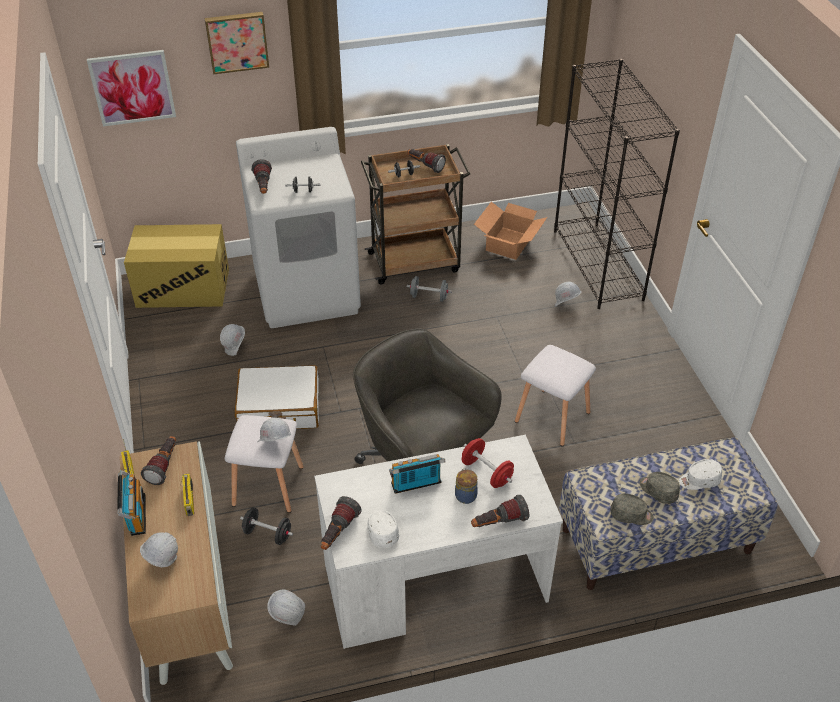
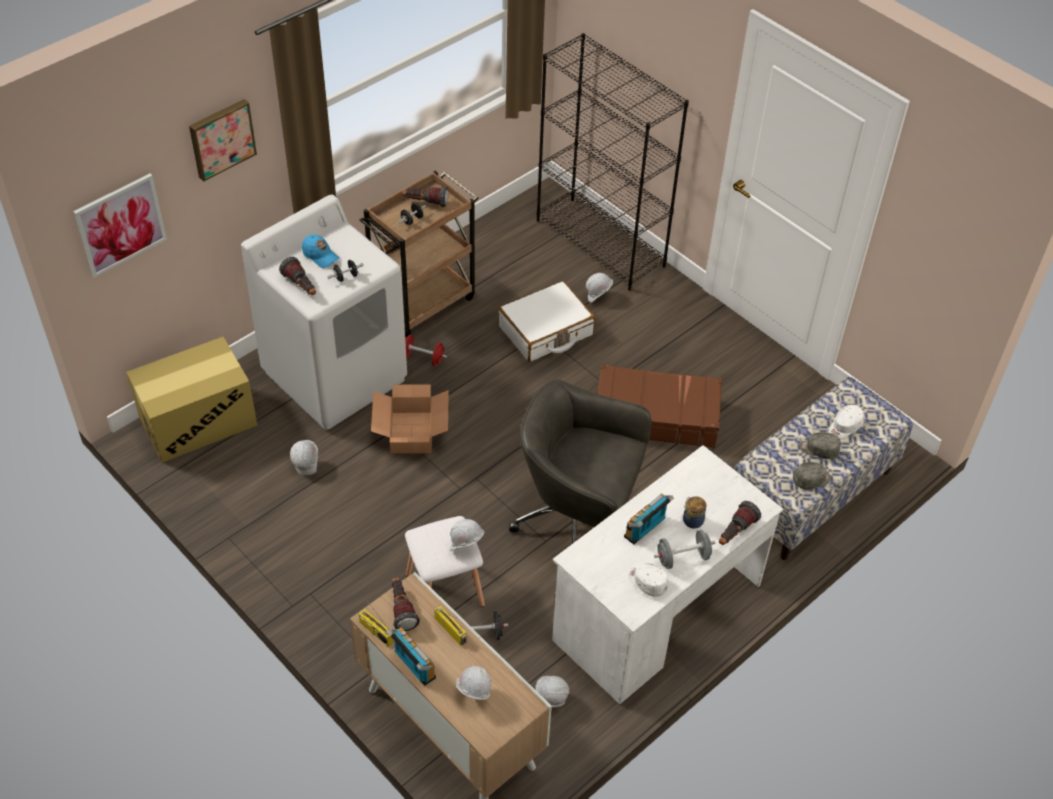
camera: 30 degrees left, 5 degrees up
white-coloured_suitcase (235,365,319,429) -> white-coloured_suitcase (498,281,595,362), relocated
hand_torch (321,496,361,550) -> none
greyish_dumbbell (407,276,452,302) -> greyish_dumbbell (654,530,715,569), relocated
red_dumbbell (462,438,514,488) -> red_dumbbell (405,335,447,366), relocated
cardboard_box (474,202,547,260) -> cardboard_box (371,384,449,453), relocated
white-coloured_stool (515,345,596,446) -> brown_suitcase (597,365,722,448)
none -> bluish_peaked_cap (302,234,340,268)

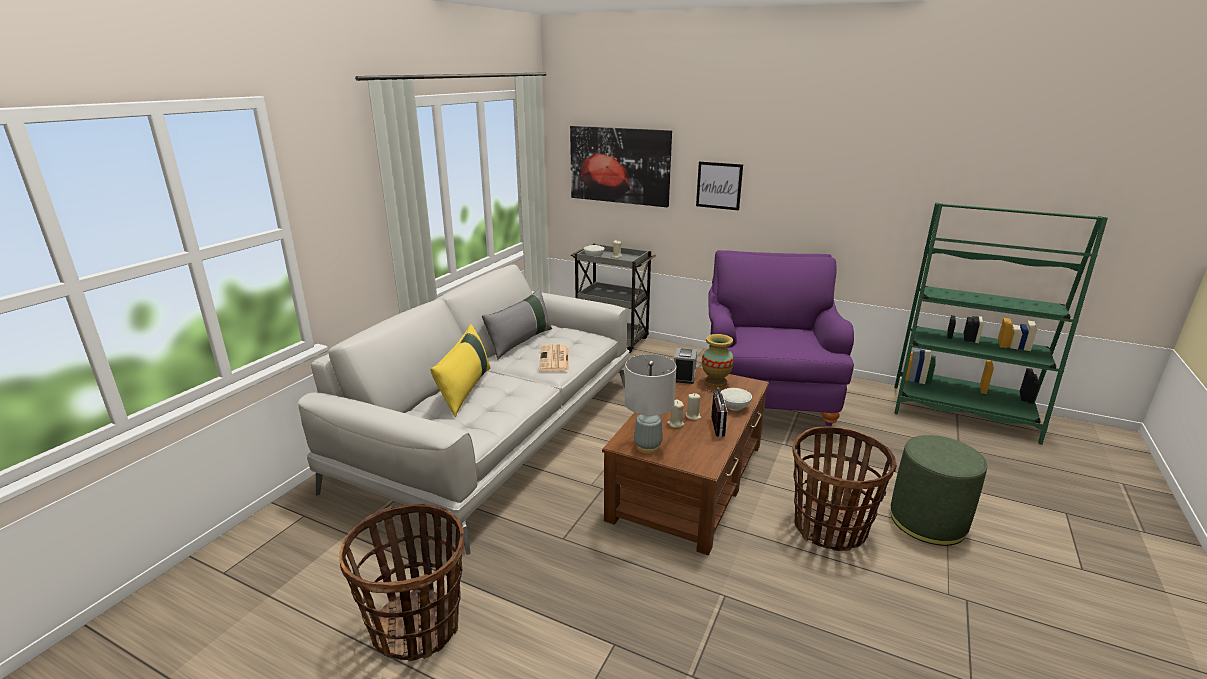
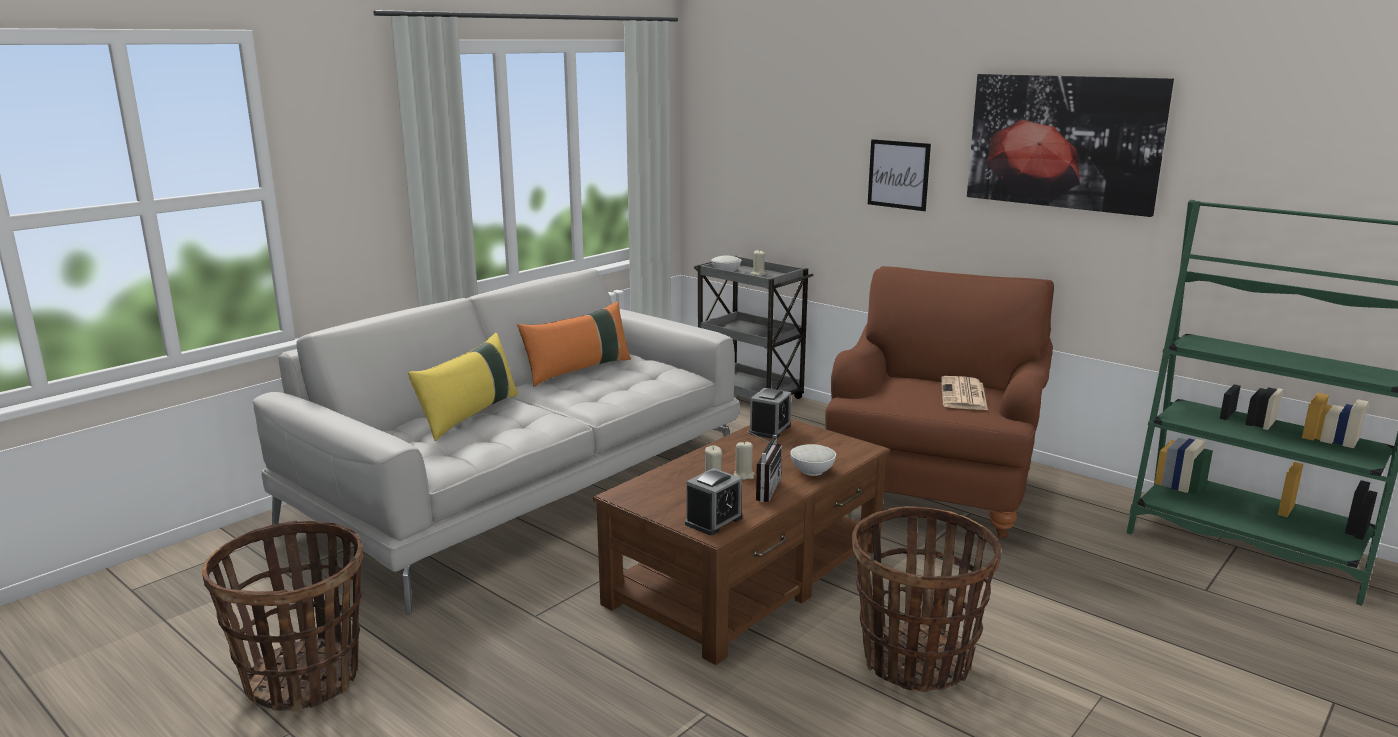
camera: 15 degrees right, 5 degrees down
greyish_cushion (482,288,552,360) -> orangey_cushion (517,301,631,387)
daily_paper (539,344,569,371) -> daily_paper (941,376,988,410), relocated
wall_art (570,126,672,207) -> wall_art (967,74,1174,217), relocated
greyish_lamp_for_a_table (625,354,676,454) -> none
flower_vase (702,334,734,388) -> none
purple_armchair (708,250,854,427) -> brown_armchair (825,266,1054,539)
green-coloured_footrest (891,435,987,546) -> none
none -> bedside_clock (685,468,743,535)

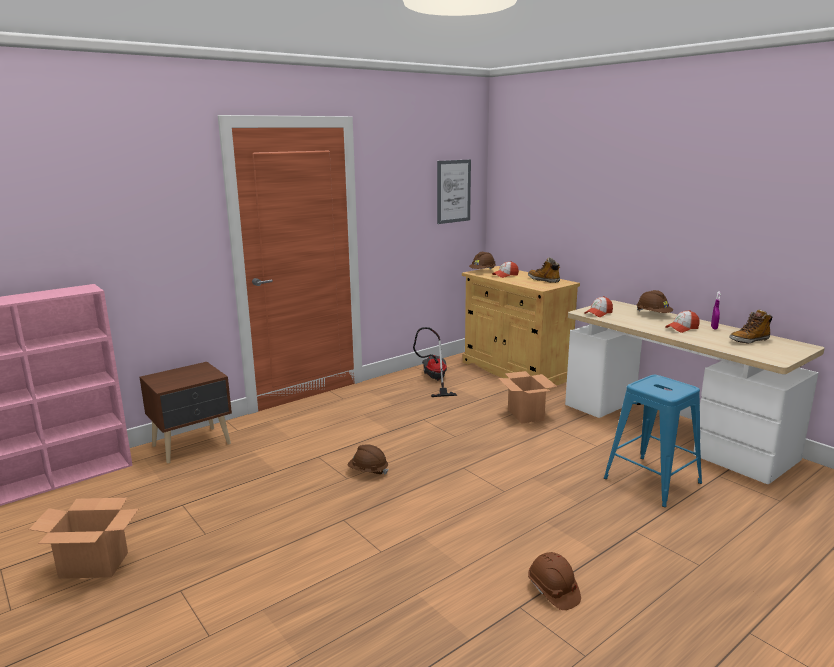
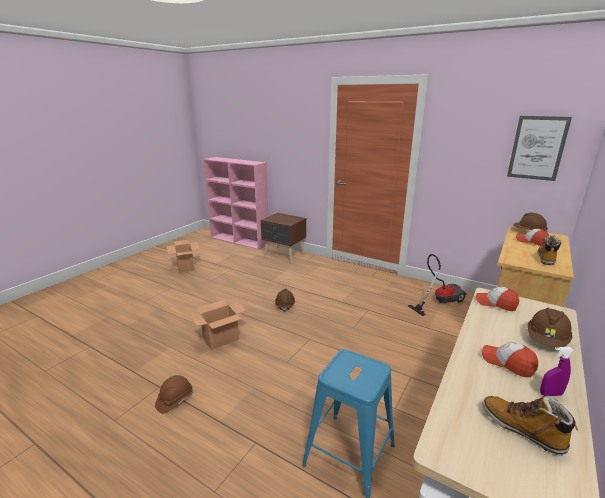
camera: 70 degrees right, 5 degrees up
cardboard_box (498,371,558,424) -> cardboard_box (190,300,247,350), relocated

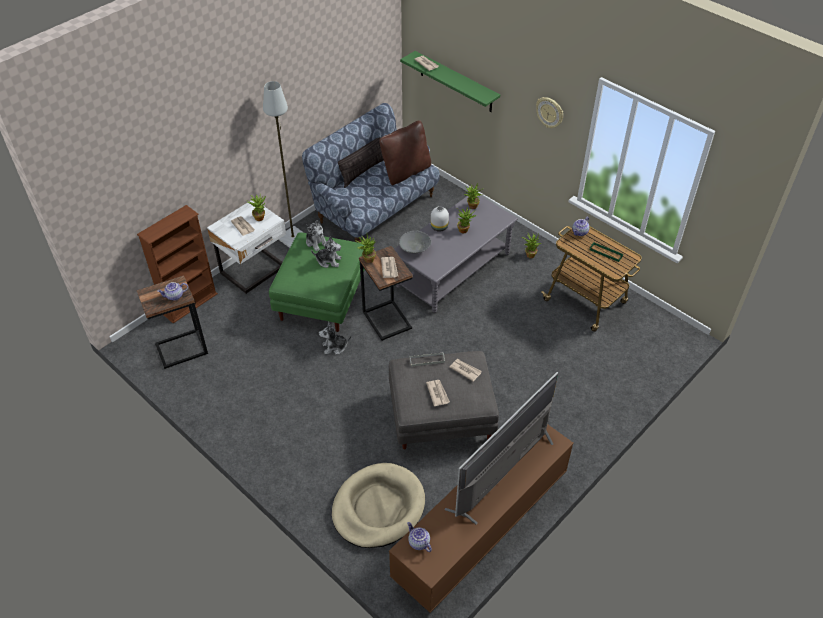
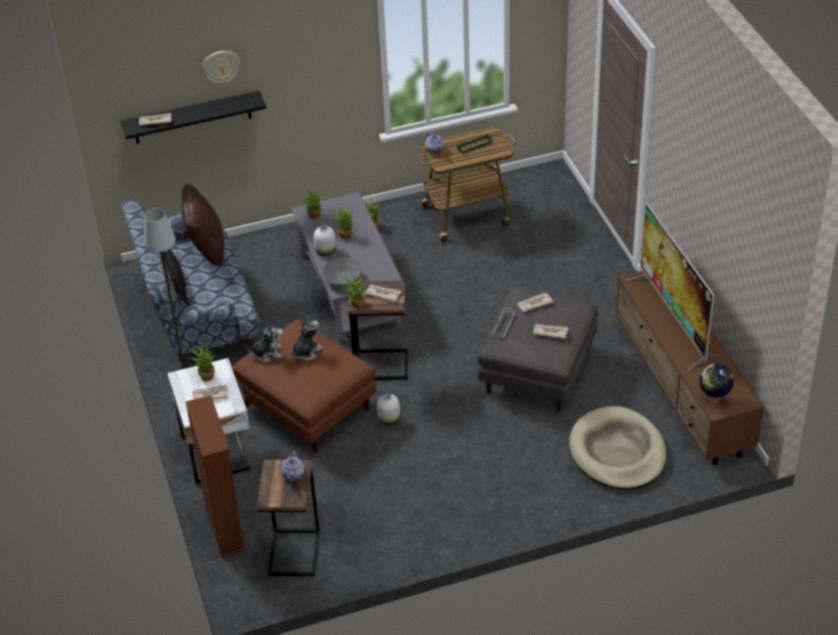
camera: 60 degrees left, 5 degrees down
green-coloured_footrest (269,232,365,332) -> brown_footrest (232,320,376,452)
cuddly_toy (319,322,351,355) -> white-coloured_flower_vase (377,394,400,425)
green-coloured_bracket_shelf (400,51,500,112) -> blackish_bracket_shelf (121,91,266,144)
pot_for_tea (407,522,432,552) -> world_globe (700,364,734,405)
wall_clock (536,97,563,128) -> wall_clock (202,51,240,85), relocated

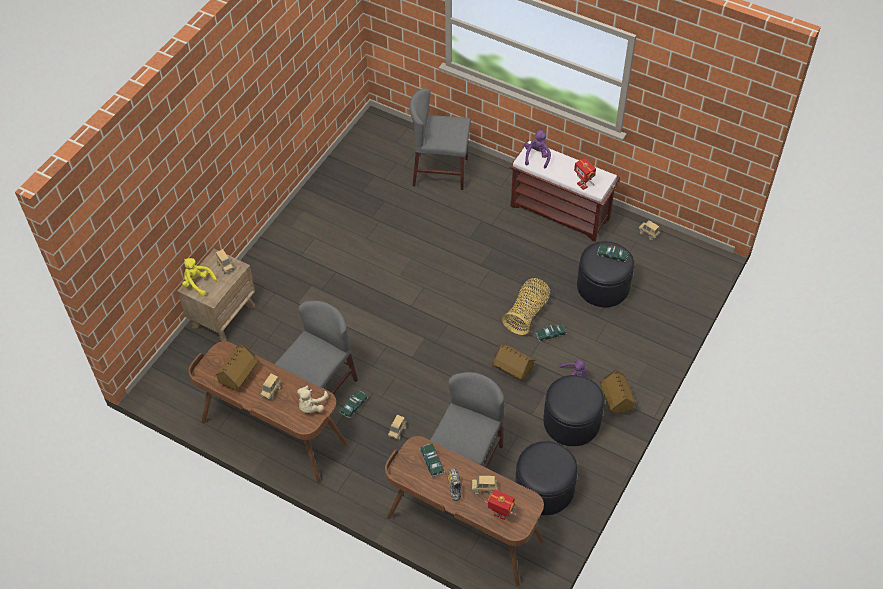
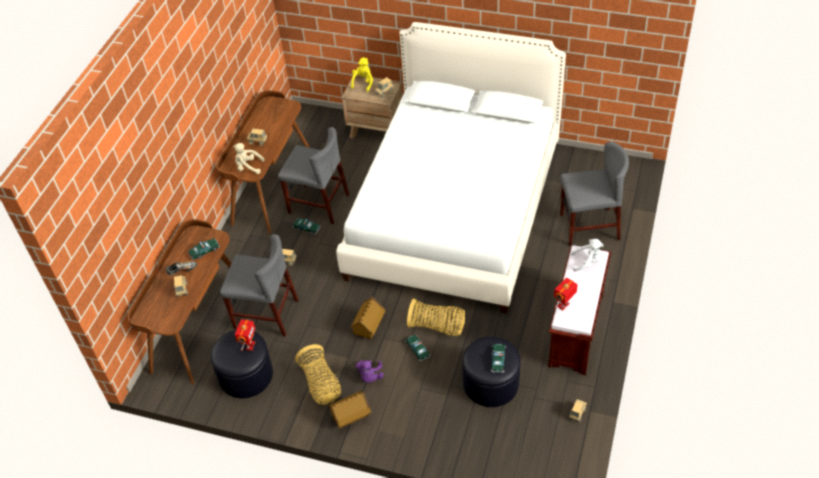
camera: 80 degrees right, 5 degrees down
miniature_house (214,344,259,391) -> none
greyish_plain_chair (409,88,471,190) -> greyish_plain_chair (560,142,629,246), 90 degrees clockwise
robot_figure (483,489,518,520) -> robot_figure (235,319,255,351), relocated
purple_cuddly_toy (525,130,551,168) -> white-coloured_cuddly_toy (571,239,604,272)
blackish_footrest (543,375,604,446) -> household_basket (295,344,341,405)
none -> white-coloured_sleeping_bed (336,22,566,313)

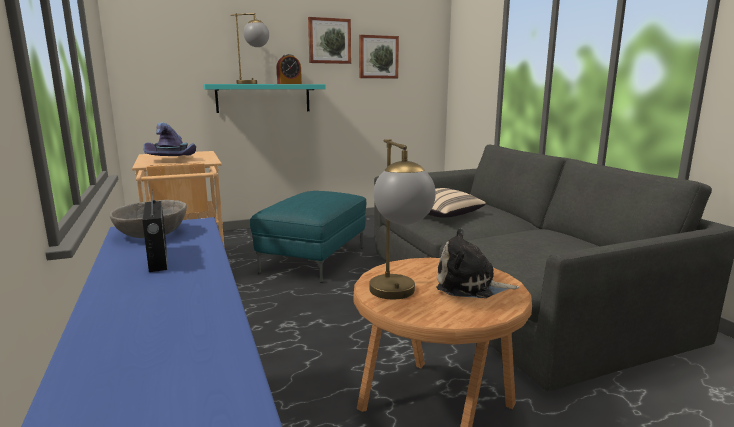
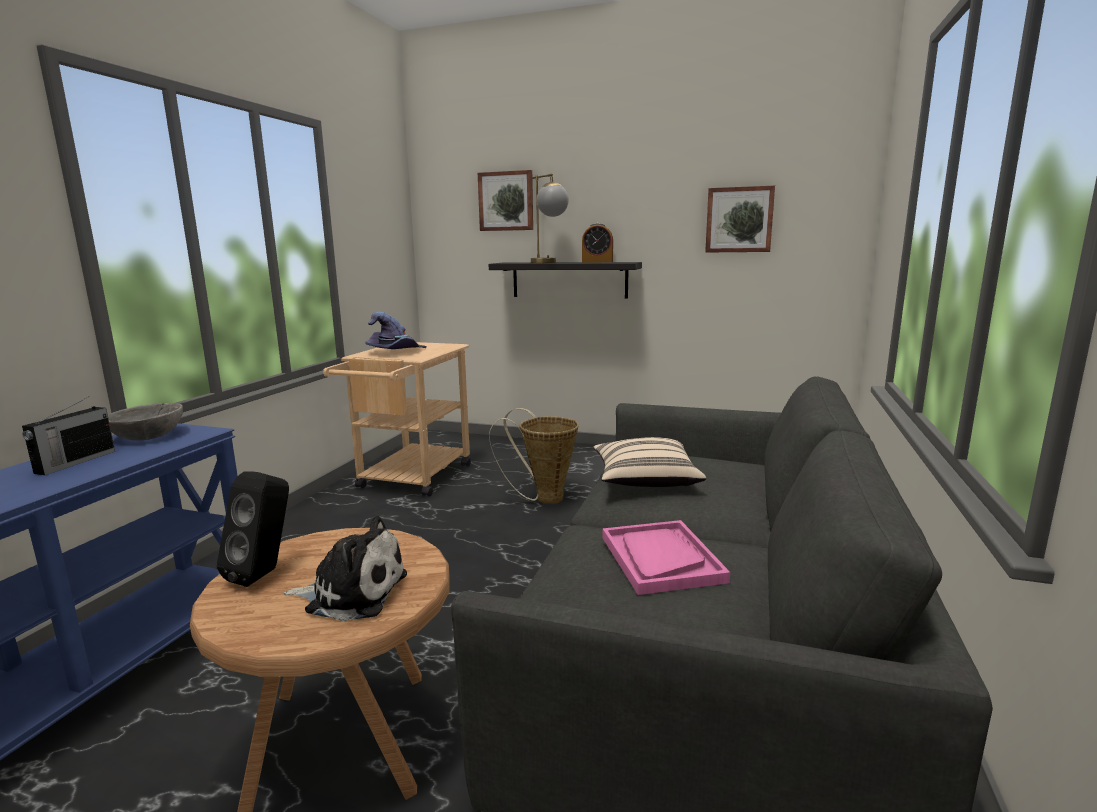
camera: 40 degrees right, 0 degrees up
turquoise_bracket_shelf (203,84,325,113) -> blackish_bracket_shelf (489,262,642,299)
turquoise_footrest (250,191,366,283) -> household_basket (489,408,579,504)
wall_art (308,17,351,64) -> wall_art (478,170,533,231), relocated
lamp_for_a_table (369,139,436,299) -> blackish_speaker (217,471,289,587)
cuddly_toy (436,228,519,298) -> cuddly_toy (283,516,407,621), 135 degrees clockwise
none -> pink-coloured_carrying_tray (602,520,730,595)

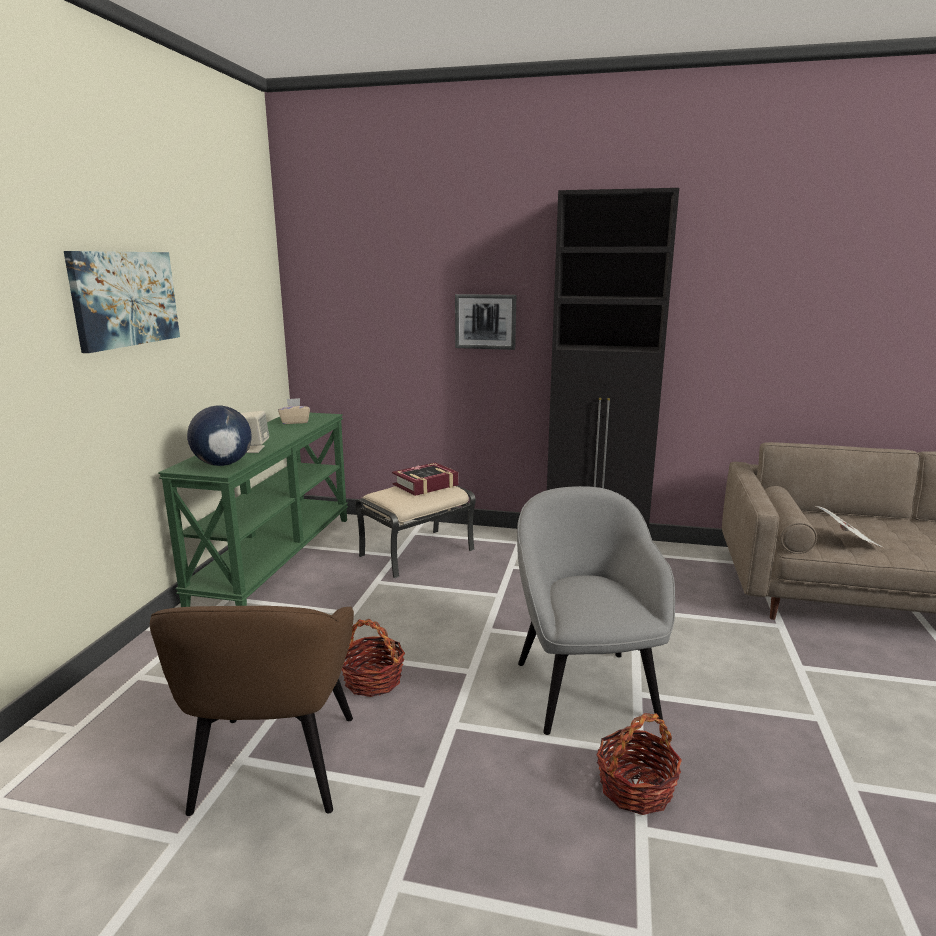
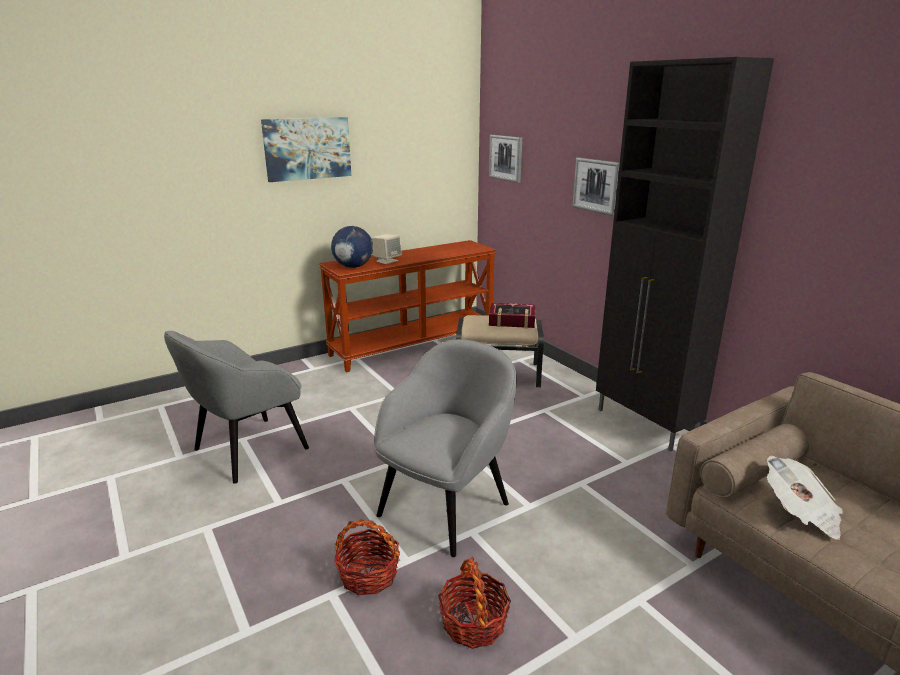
camera: 45 degrees right, 5 degrees up
brown_armchair (150,606,354,816) -> greyish_armchair (164,331,309,484)
green-coloured_hall_table (158,413,348,607) -> brown_hall_table (319,240,496,372)
beige-coloured_tissue_box (278,398,310,424) -> none
household_basket (342,619,405,697) -> household_basket (438,557,511,649), relocated
none -> wall_art (489,134,522,183)

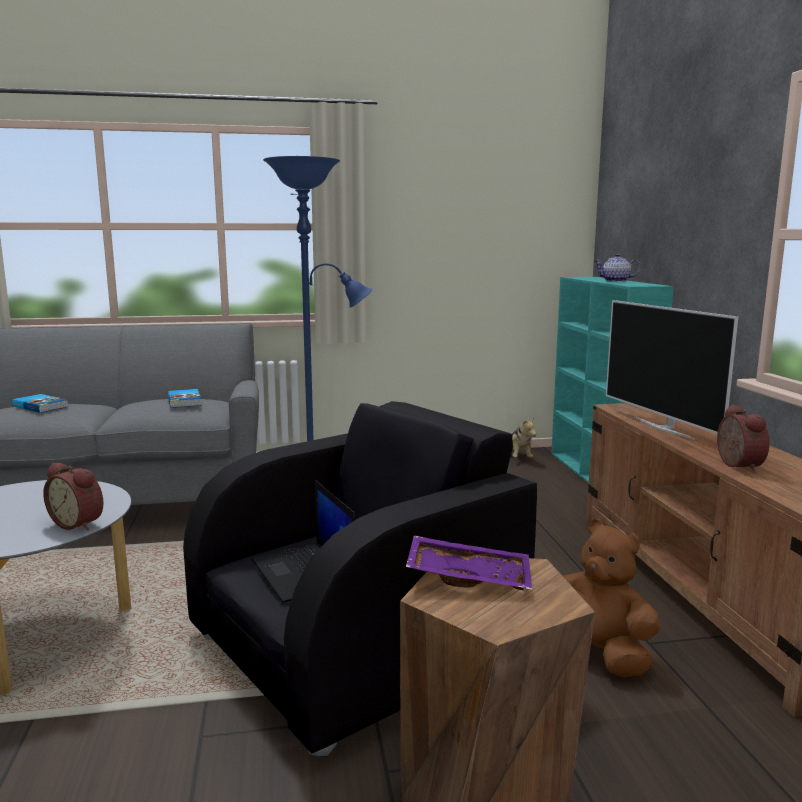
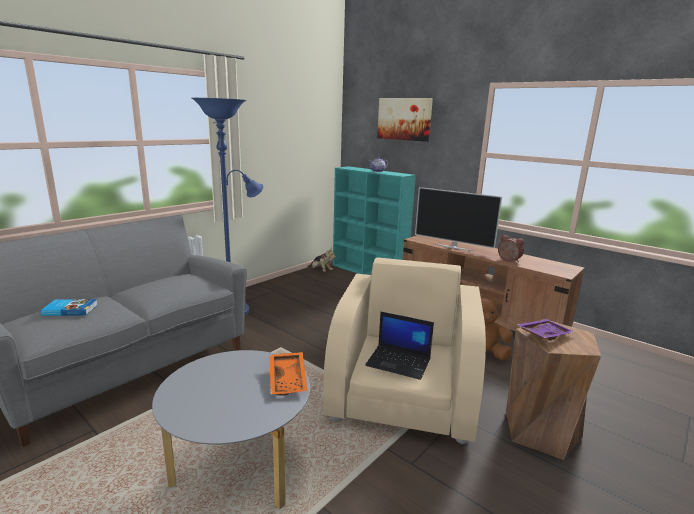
camera: 40 degrees left, 5 degrees up
bedside_clock (43,462,103,531) -> orangey_carrying_tray (270,352,308,396)
bound_book (168,389,202,408) -> none
blackish_armchair (183,401,537,756) -> beige-coloured_armchair (323,257,486,444)
none -> wall_art (377,98,433,142)

